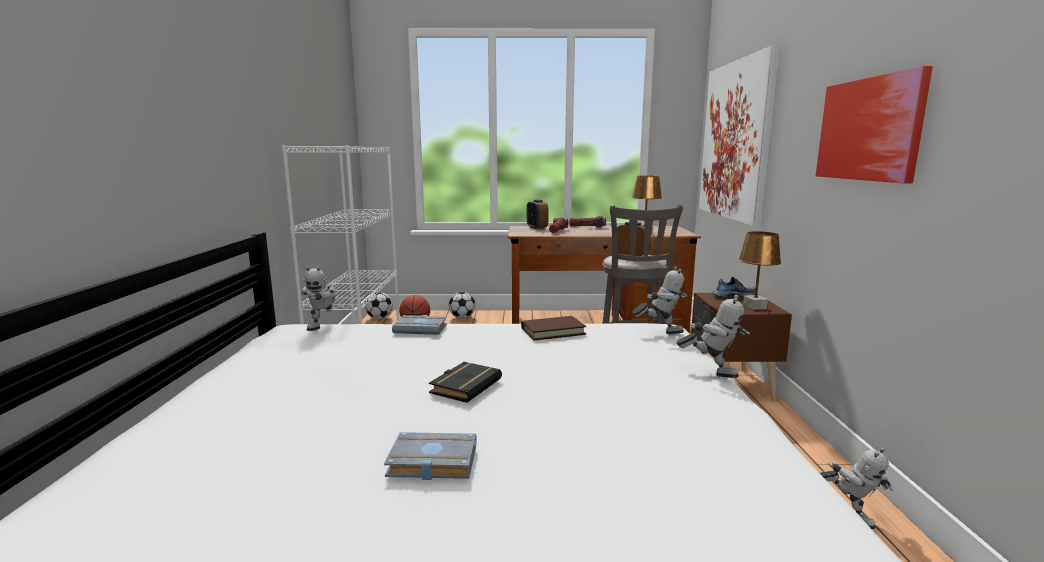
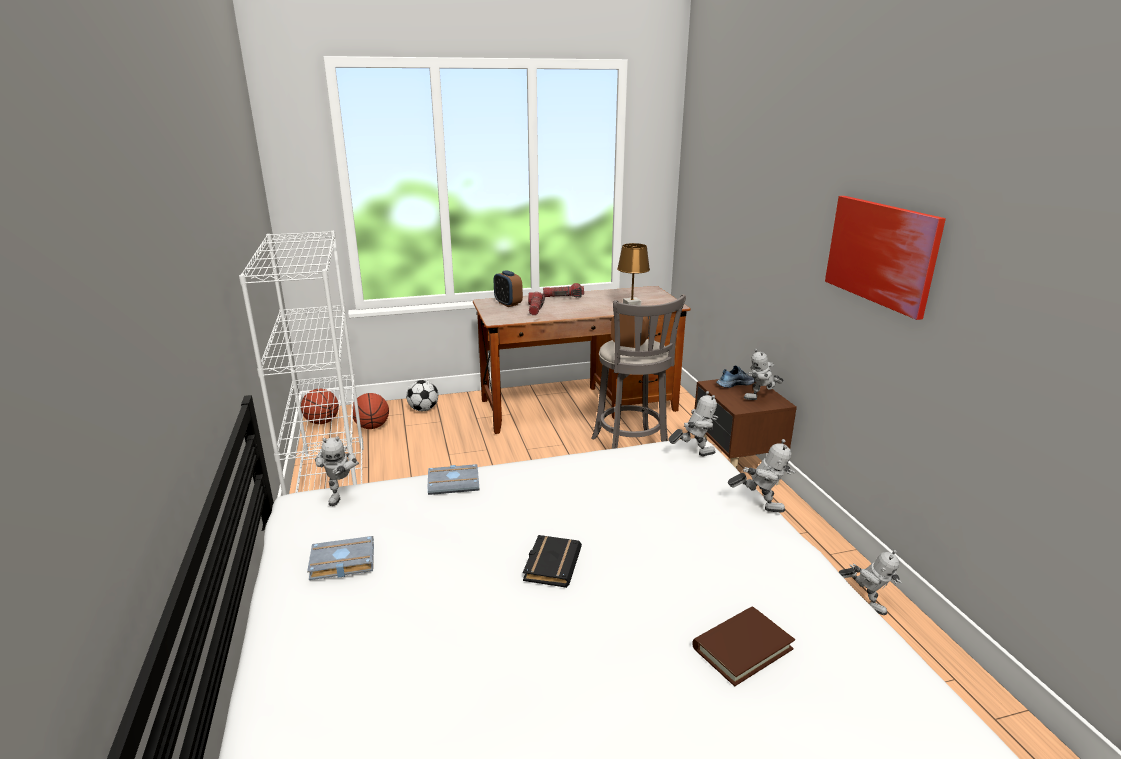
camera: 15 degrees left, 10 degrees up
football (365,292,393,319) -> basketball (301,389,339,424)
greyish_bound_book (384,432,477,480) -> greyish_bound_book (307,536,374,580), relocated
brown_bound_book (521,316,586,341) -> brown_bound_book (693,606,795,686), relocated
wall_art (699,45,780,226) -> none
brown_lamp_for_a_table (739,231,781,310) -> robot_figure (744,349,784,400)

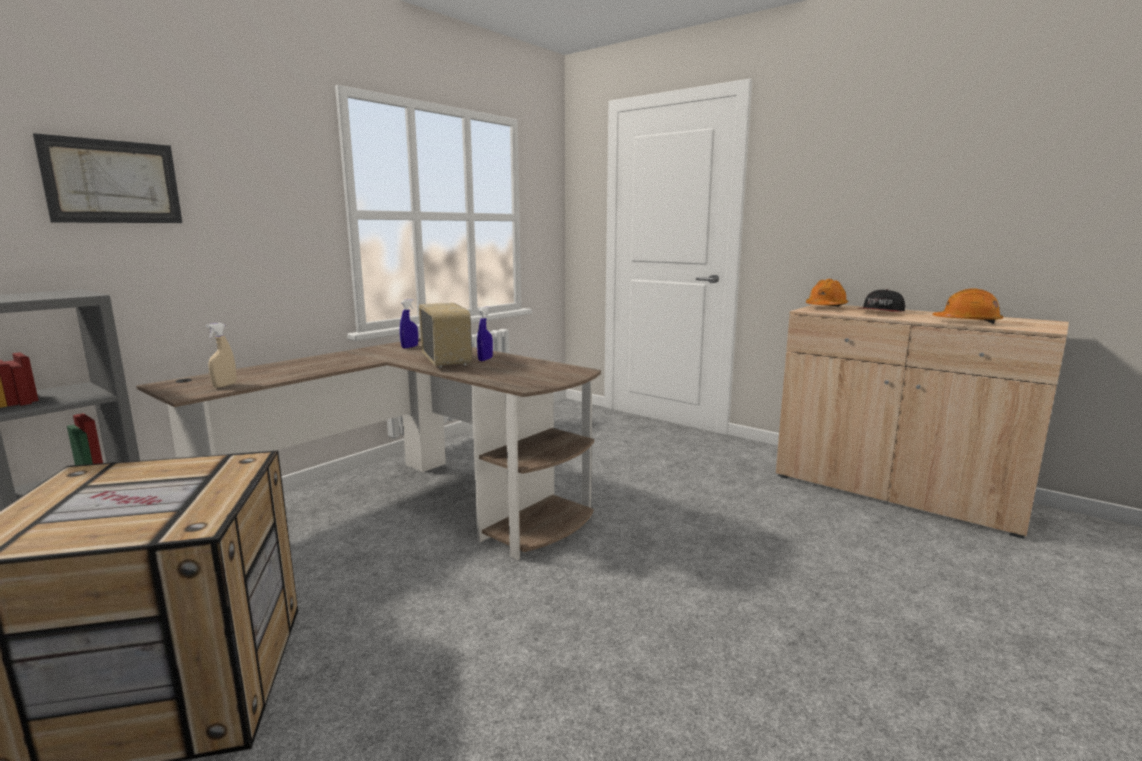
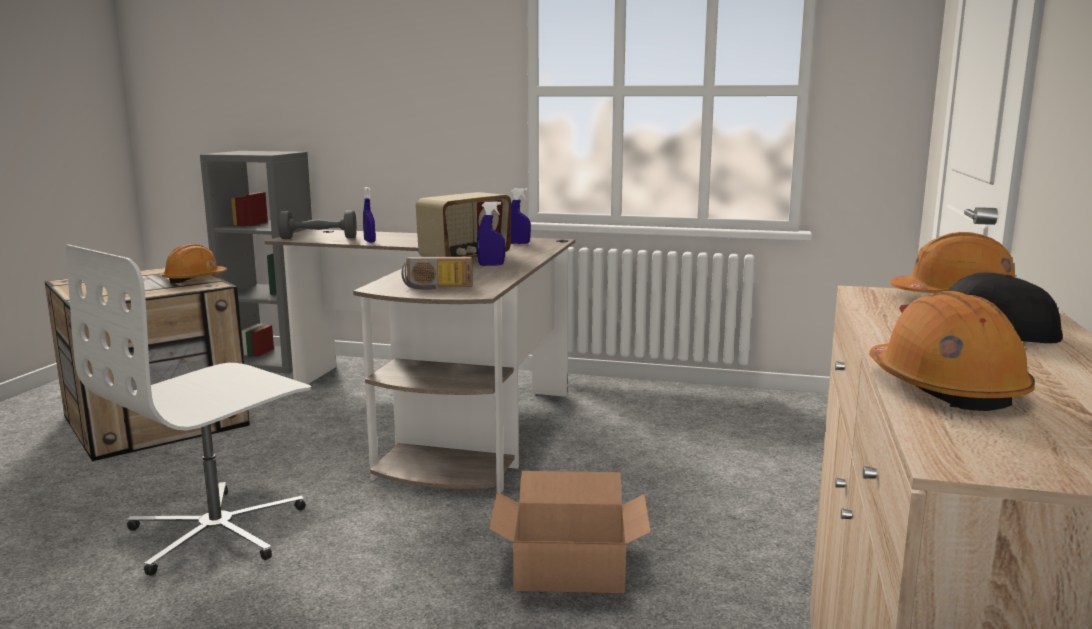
camera: 65 degrees right, 0 degrees up
wall_art (33,133,182,223) -> none
beige-coloured_sprayer (206,323,236,388) -> greyish_dumbbell (278,210,357,239)
none -> white-coloured_computer_chair (66,245,311,576)
none -> orangey_hard_hat (162,244,227,284)
none -> bluish_sprayer (363,187,376,243)
none -> radio_set (401,257,473,290)
none -> cardboard_box (489,471,651,593)

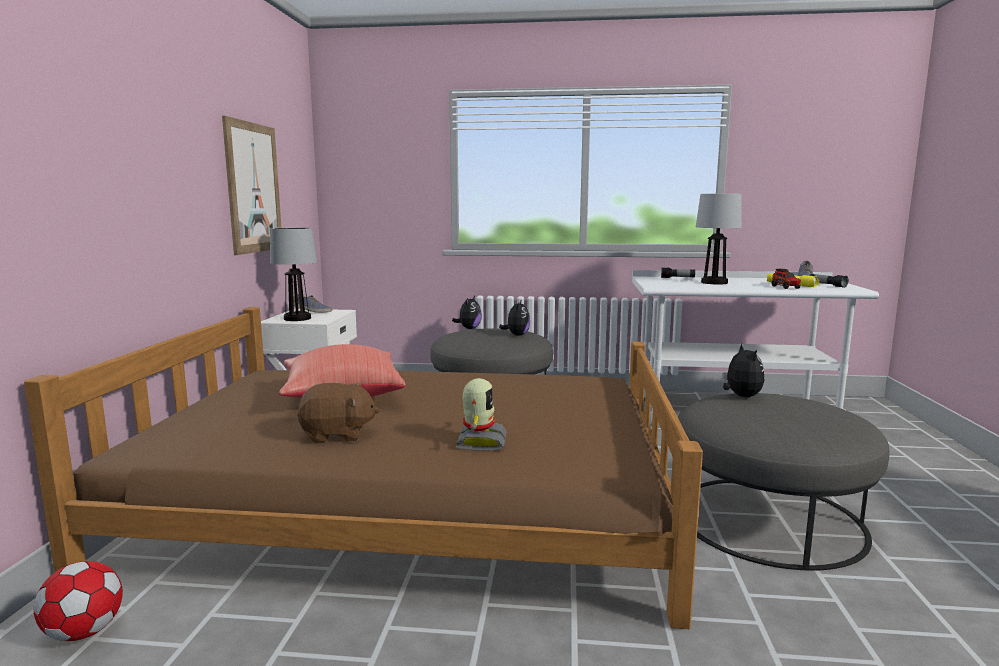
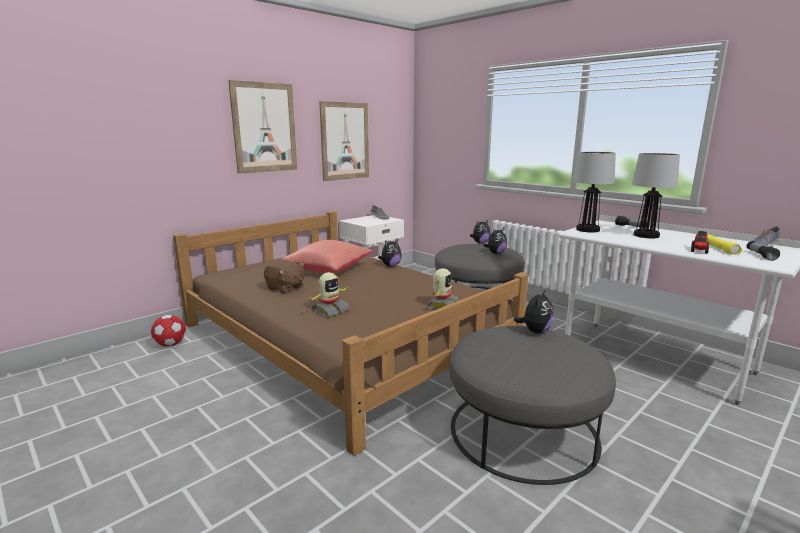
camera: 40 degrees right, 5 degrees up
lamp_for_a_table (270,227,317,321) -> lamp_for_a_table (573,152,616,233), relocated
none -> wall_art (228,80,297,174)
none -> cuddly_toy (378,239,402,267)
none -> robot_figure (427,268,460,310)

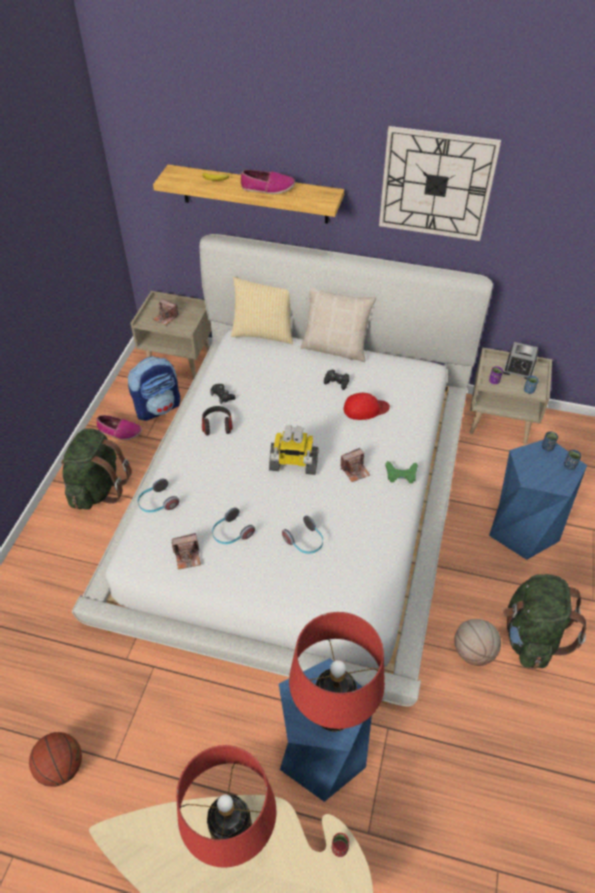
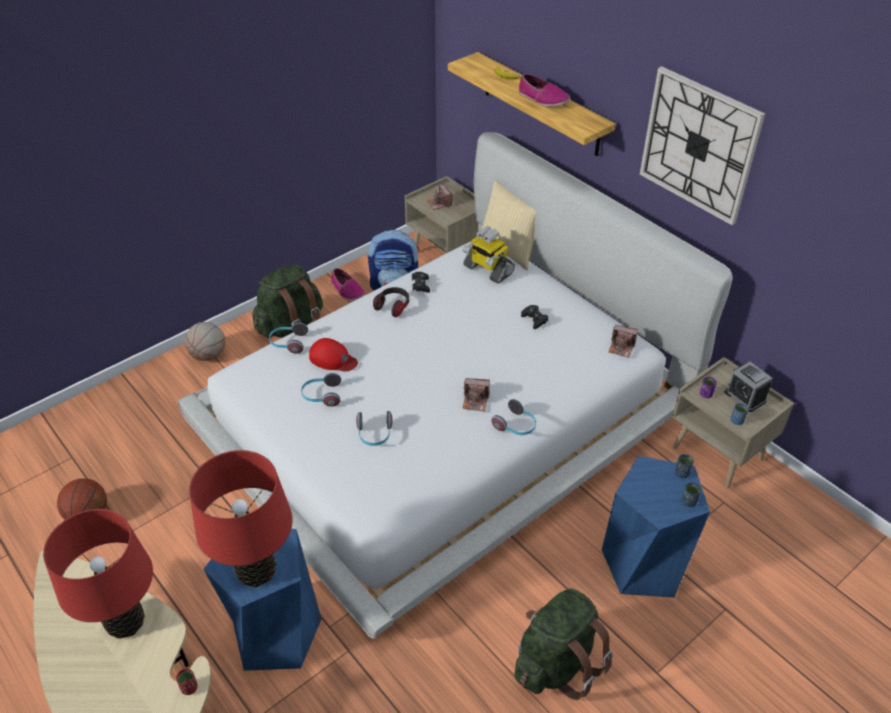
camera: 35 degrees right, 5 degrees down
still_camera (171,533,201,570) -> still_camera (608,325,638,358), relocated
robot_figure (269,425,319,475) -> robot_figure (462,226,515,284), relocated
beige-coloured_cushion (300,288,376,362) -> none
red_peaked_cap (344,393,390,420) -> red_peaked_cap (309,338,358,372), relocated
green-coloured_gamepad (385,461,418,483) -> headphones (491,399,536,435)
basketball (454,619,501,666) -> basketball (185,322,226,361), relocated

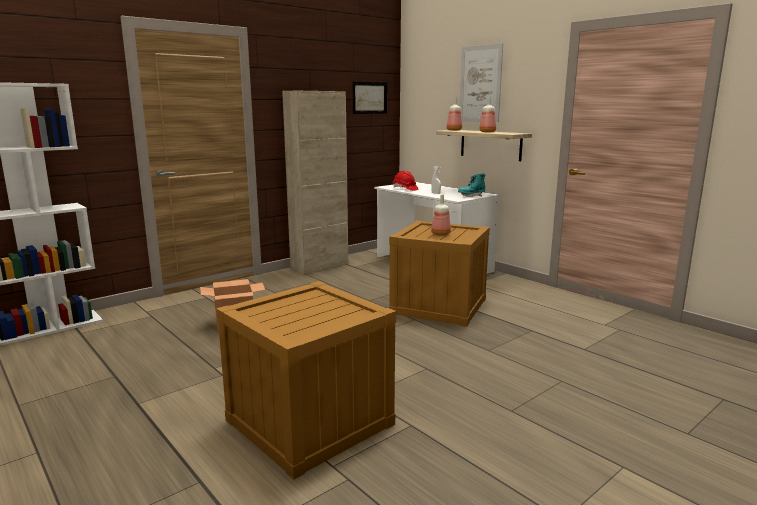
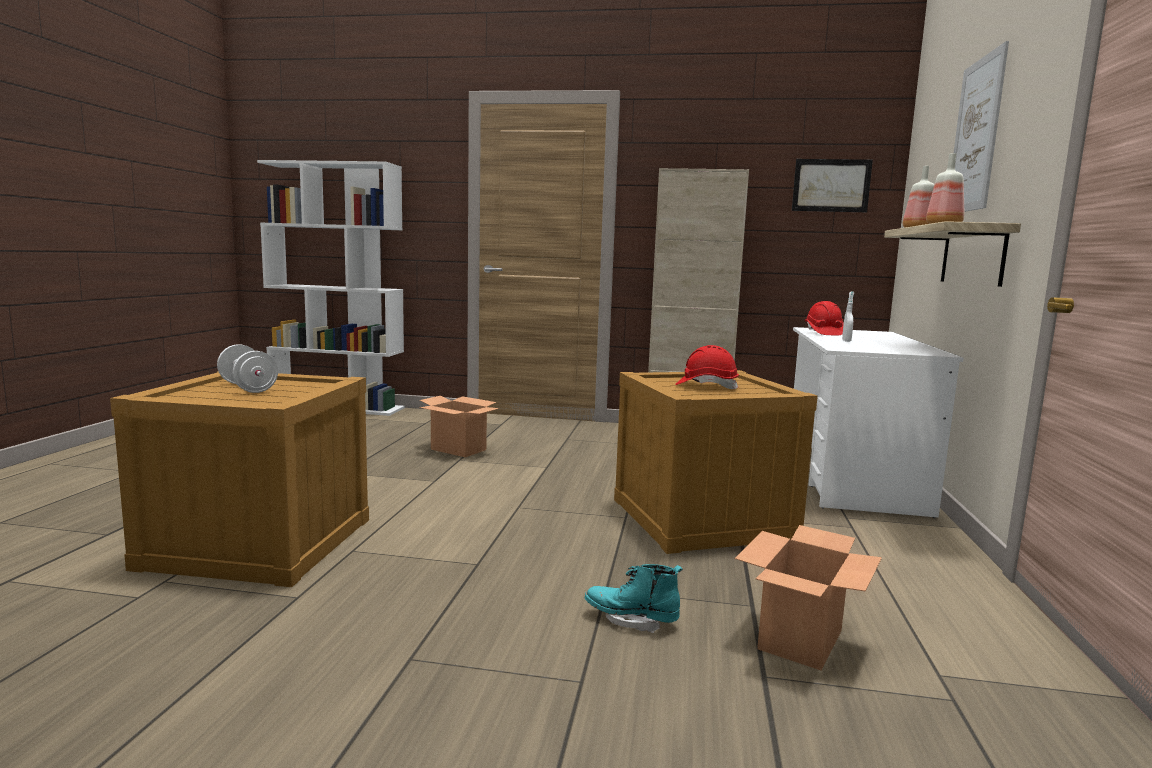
camera: 50 degrees right, 5 degrees down
bottle (431,195,451,236) -> red_hard_hat (675,345,739,389)
turquoise_tall_boot (458,173,485,197) -> turquoise_tall_boot (585,564,683,633), relocated
none -> white-coloured_dumbbell (217,344,278,393)
none -> cardboard_box (735,525,882,671)

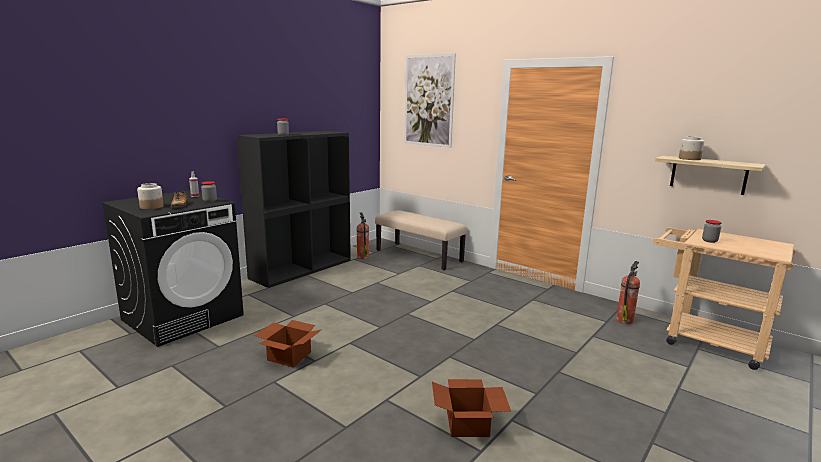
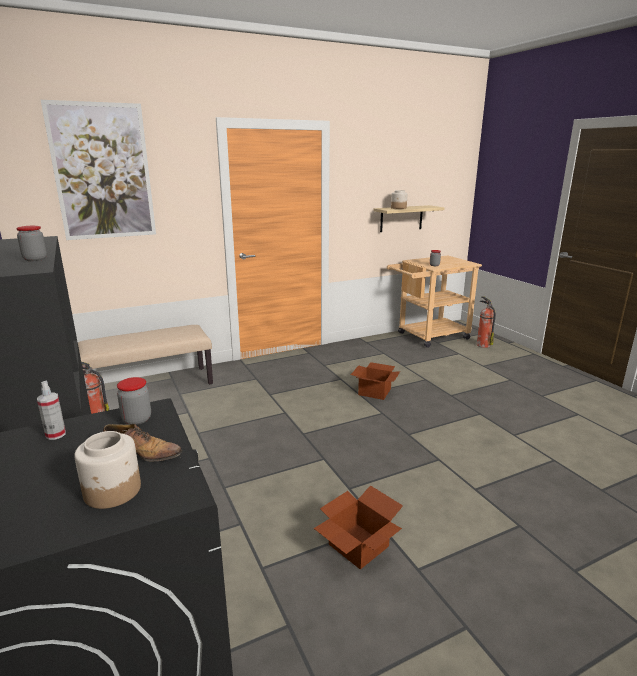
camera: 65 degrees left, 5 degrees up
cardboard_box (432,379,511,437) -> cardboard_box (351,362,400,400), relocated
fire_extinguisher (616,261,640,324) -> fire_extinguisher (477,296,496,348), relocated

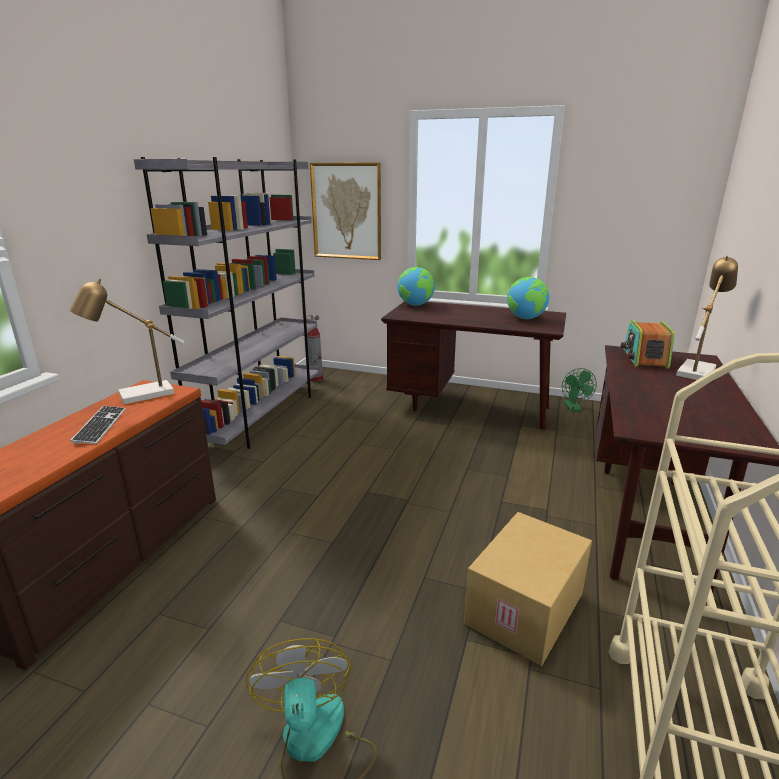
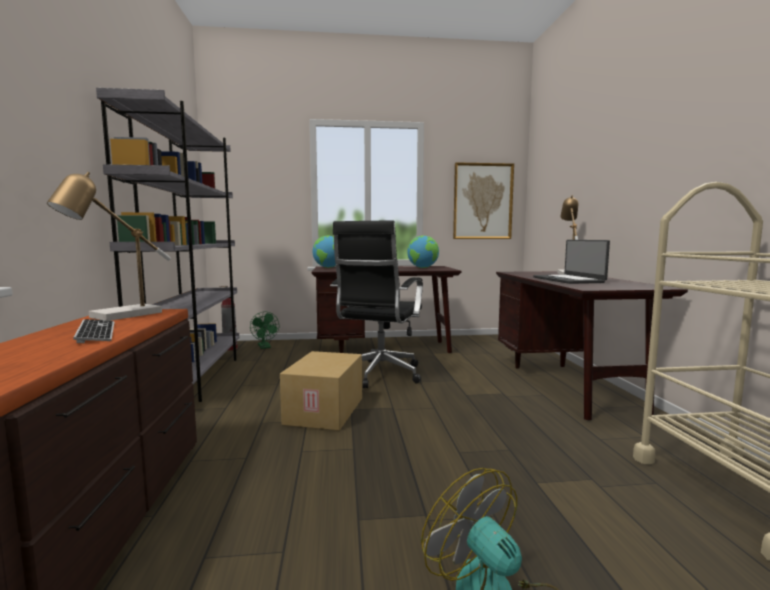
camera: 25 degrees left, 15 degrees down
wall_art (310,162,381,260) -> wall_art (453,162,514,239), relocated
cardboard_box (464,512,592,666) -> cardboard_box (280,351,362,431), relocated
green-coloured_electric_fan (562,368,597,411) -> green-coloured_electric_fan (250,312,279,349), relocated
radio_set (621,320,674,369) -> none
none -> blackish_computer_chair (330,220,423,388)
none -> notebook_computer (533,240,610,284)

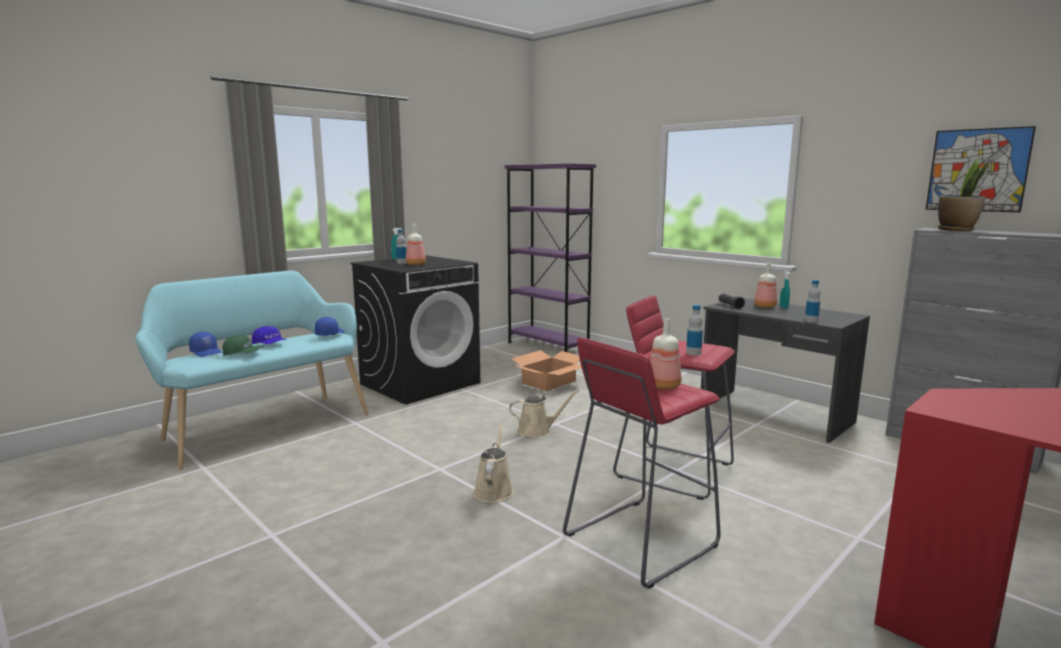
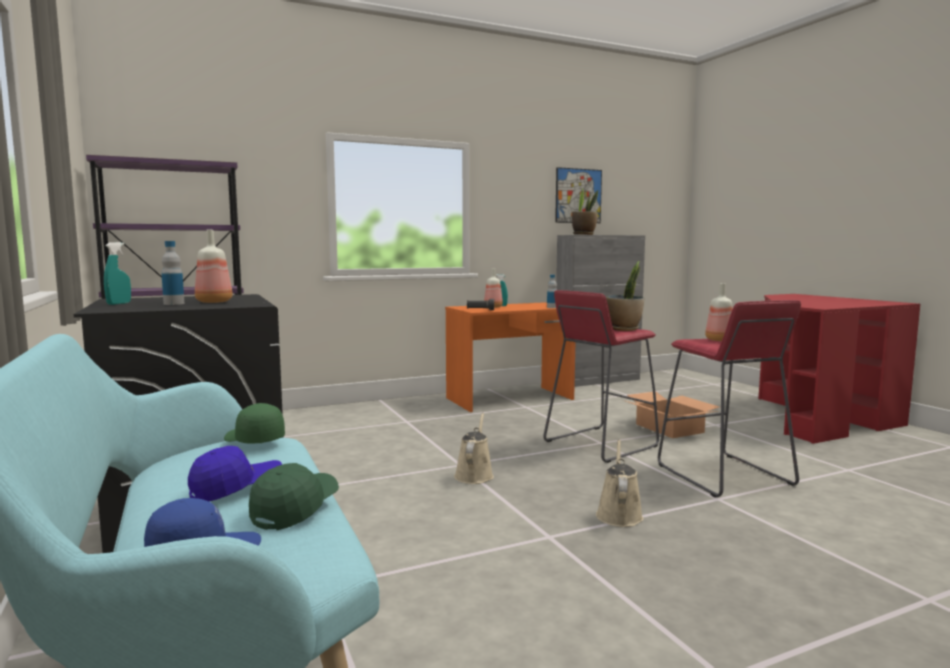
camera: 70 degrees left, 5 degrees down
bluish_peaked_cap (315,317,344,336) -> green-coloured_peaked_cap (224,403,285,443)
beige-coloured_watering_pot (473,423,514,503) -> beige-coloured_watering_pot (596,439,643,527), 75 degrees clockwise
cardboard_box (511,350,582,391) -> cardboard_box (623,391,719,438), relocated
bottle (686,305,703,355) -> houseplant (606,261,644,331)
greyish_desk_table (701,298,870,443) -> orangey_desk_table (445,302,576,412)

